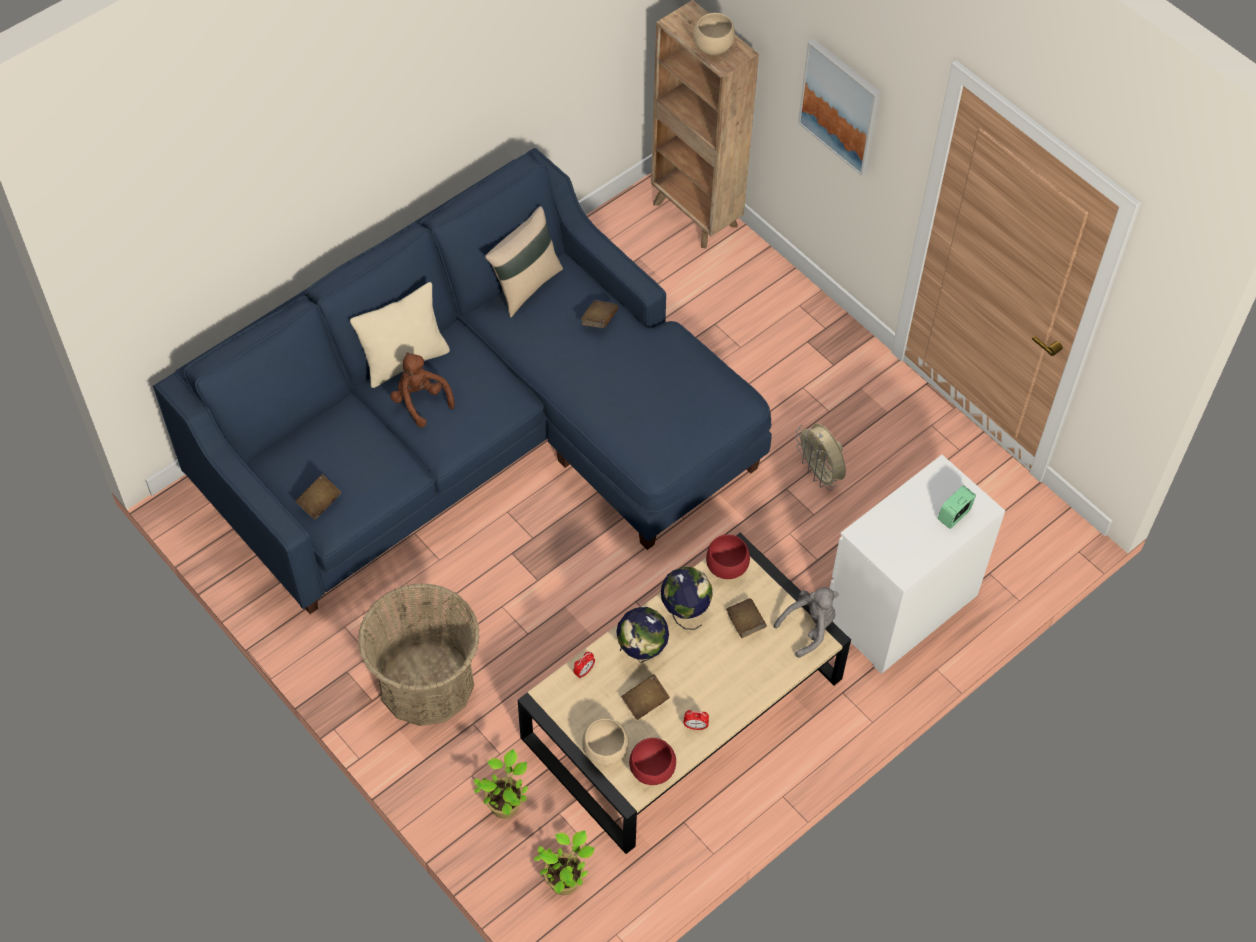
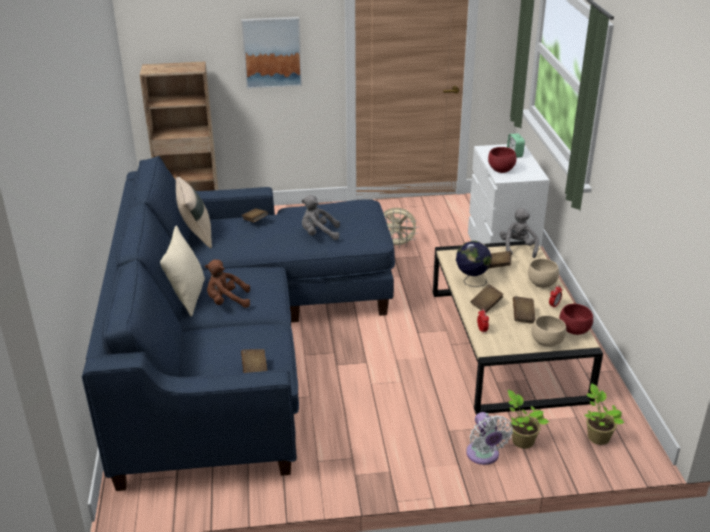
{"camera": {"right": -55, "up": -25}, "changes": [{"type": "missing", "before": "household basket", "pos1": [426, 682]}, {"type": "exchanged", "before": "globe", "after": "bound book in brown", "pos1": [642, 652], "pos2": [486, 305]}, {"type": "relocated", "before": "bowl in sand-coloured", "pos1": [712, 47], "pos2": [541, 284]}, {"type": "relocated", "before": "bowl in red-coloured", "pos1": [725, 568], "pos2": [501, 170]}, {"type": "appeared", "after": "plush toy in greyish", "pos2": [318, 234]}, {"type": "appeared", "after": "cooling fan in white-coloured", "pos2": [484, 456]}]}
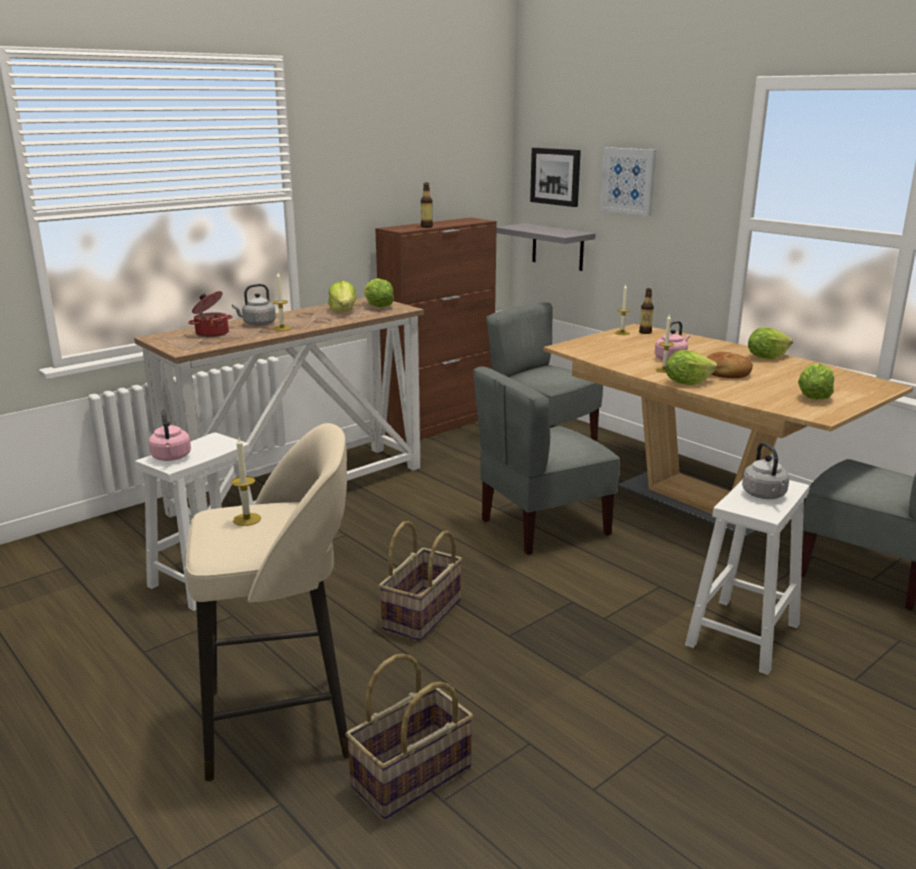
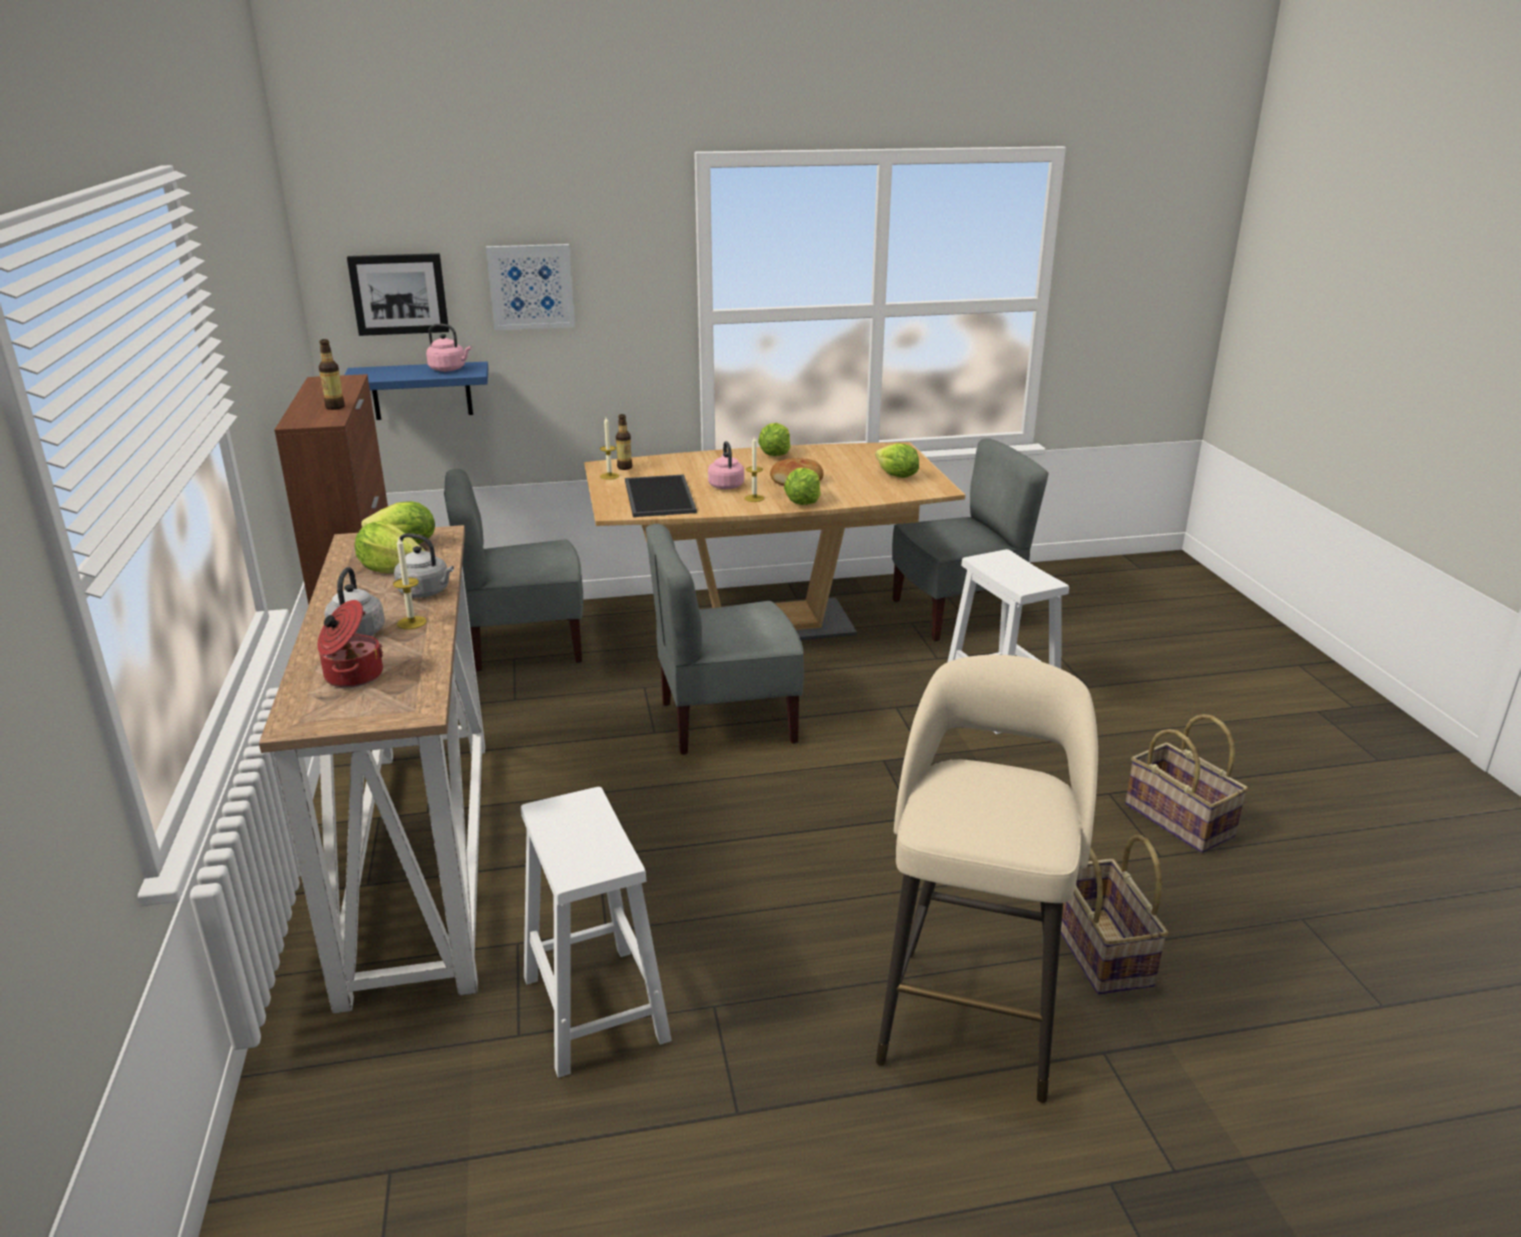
{"camera": {"right": -60, "up": 5}, "changes": [{"type": "relocated", "before": "tea kettle in pinkish", "pos1": [171, 458], "pos2": [449, 369]}, {"type": "missing", "before": "wax candle", "pos1": [247, 519]}, {"type": "relocated", "before": "household basket", "pos1": [423, 615], "pos2": [1180, 820]}, {"type": "spun", "before": "plain chair in greyish", "pos1": [543, 527], "pos2": [726, 721], "turn": 75}, {"type": "colour", "before": "wall shelf in greyish", "after": "wall shelf in blue", "pos1": [557, 247], "pos2": [421, 391]}, {"type": "relocated", "before": "tea kettle in greyish", "pos1": [765, 495], "pos2": [426, 592]}, {"type": "appeared", "after": "carrying tray", "pos2": [657, 496]}]}
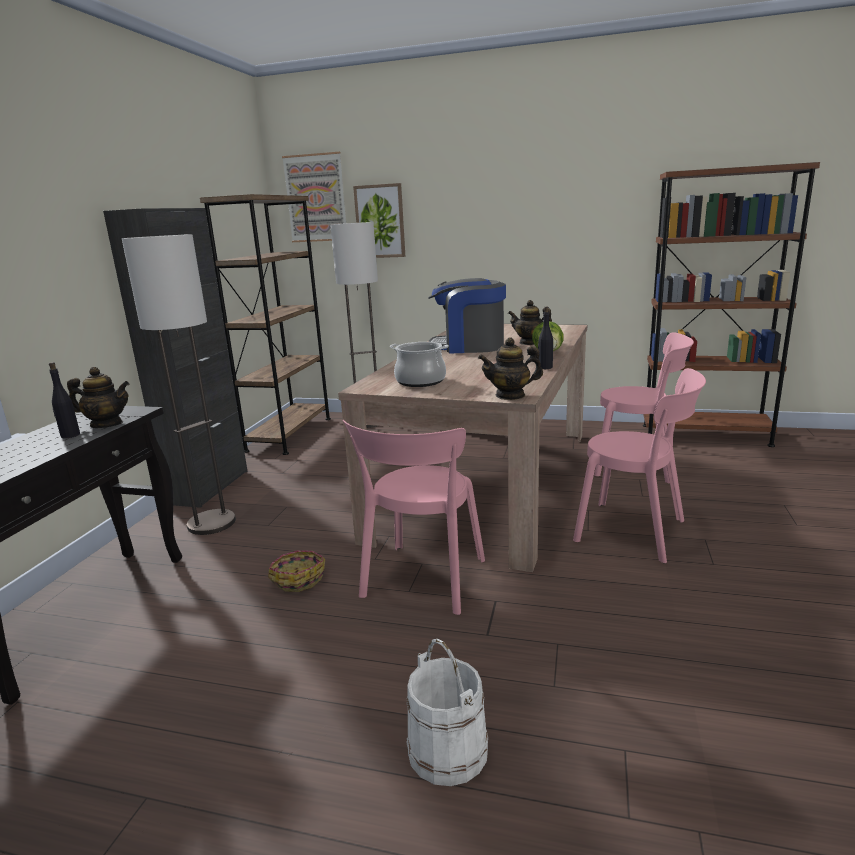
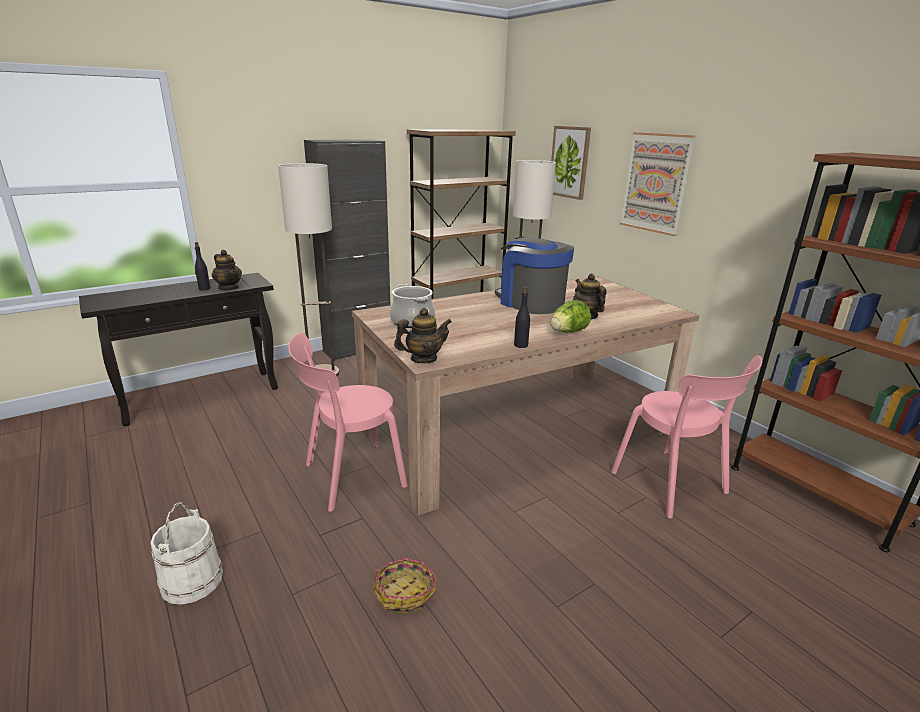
{"camera": {"right": 40, "up": 5}, "changes": [{"type": "relocated", "before": "household basket", "pos1": [298, 578], "pos2": [405, 593]}, {"type": "relocated", "before": "wall picture", "pos1": [316, 198], "pos2": [655, 183]}, {"type": "spun", "before": "tea pot", "pos1": [510, 395], "pos2": [423, 359], "turn": 120}, {"type": "missing", "before": "plain chair in pinkish", "pos1": [636, 532]}]}
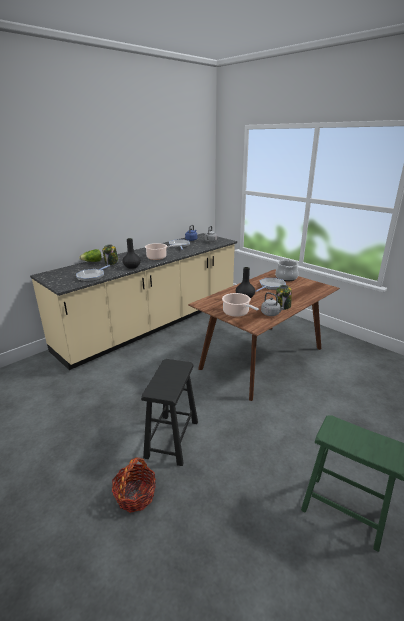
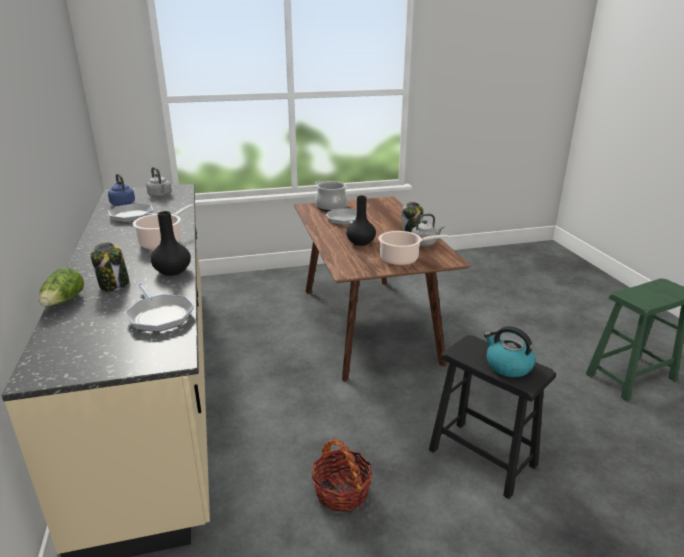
{"camera": {"right": -60, "up": 0}, "changes": [{"type": "relocated", "before": "household basket", "pos1": [135, 495], "pos2": [341, 491]}, {"type": "appeared", "after": "tea kettle", "pos2": [507, 366]}]}
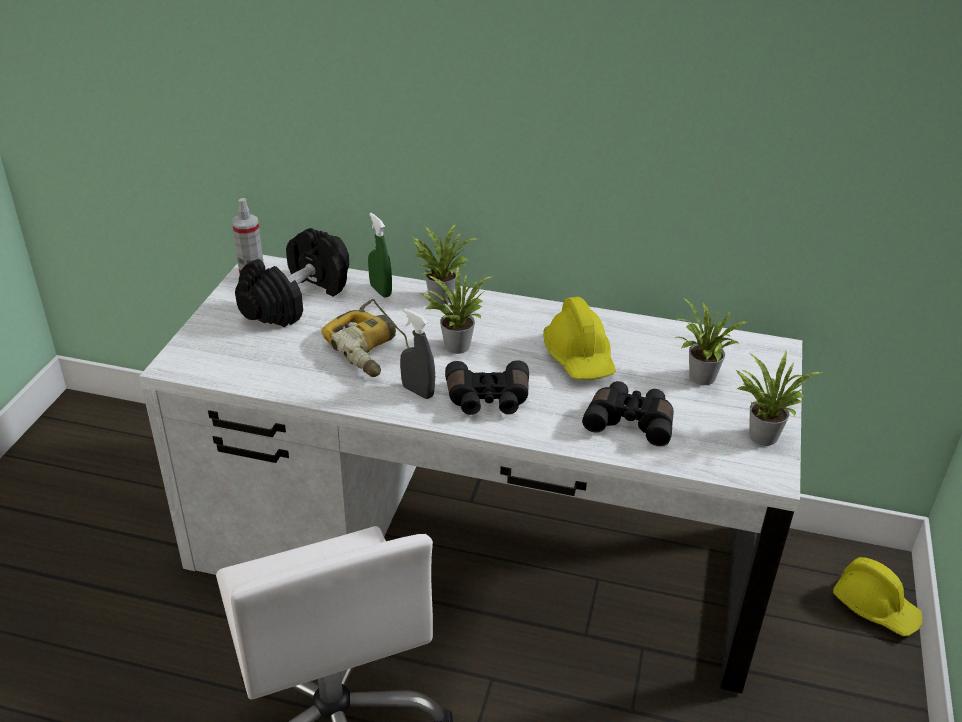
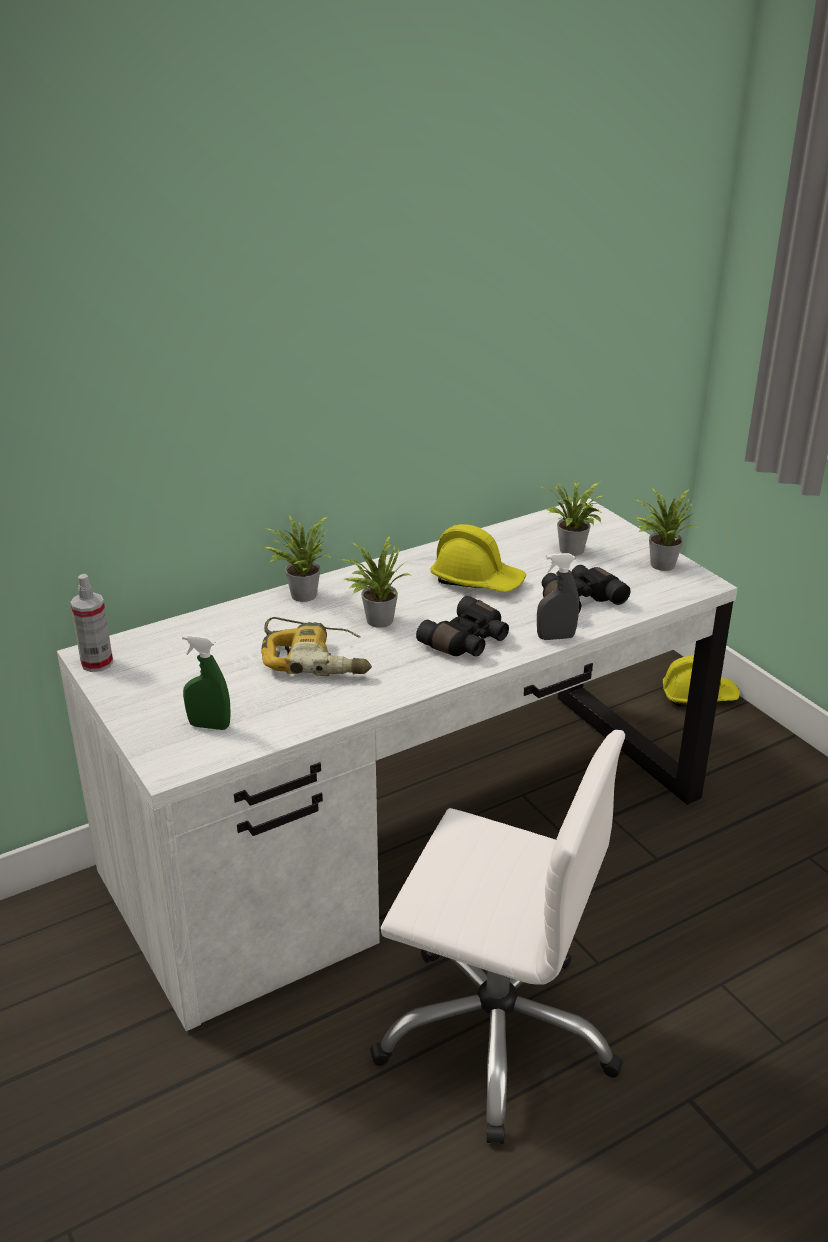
{"camera": {"right": -45, "up": -5}, "changes": [{"type": "missing", "before": "dumbbell in blackish", "pos1": [296, 300]}, {"type": "relocated", "before": "sprayer in greenish", "pos1": [380, 290], "pos2": [209, 726]}, {"type": "relocated", "before": "sprayer in greyish", "pos1": [418, 391], "pos2": [556, 637]}]}
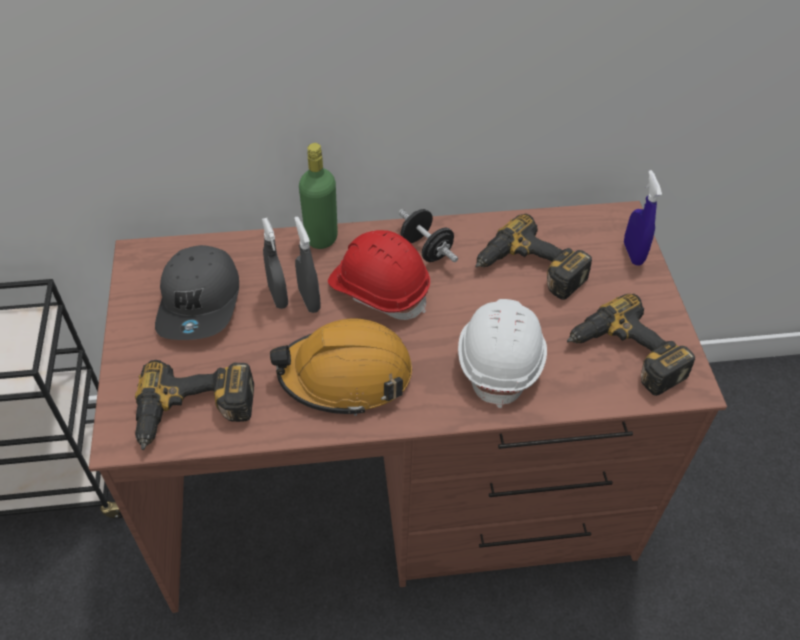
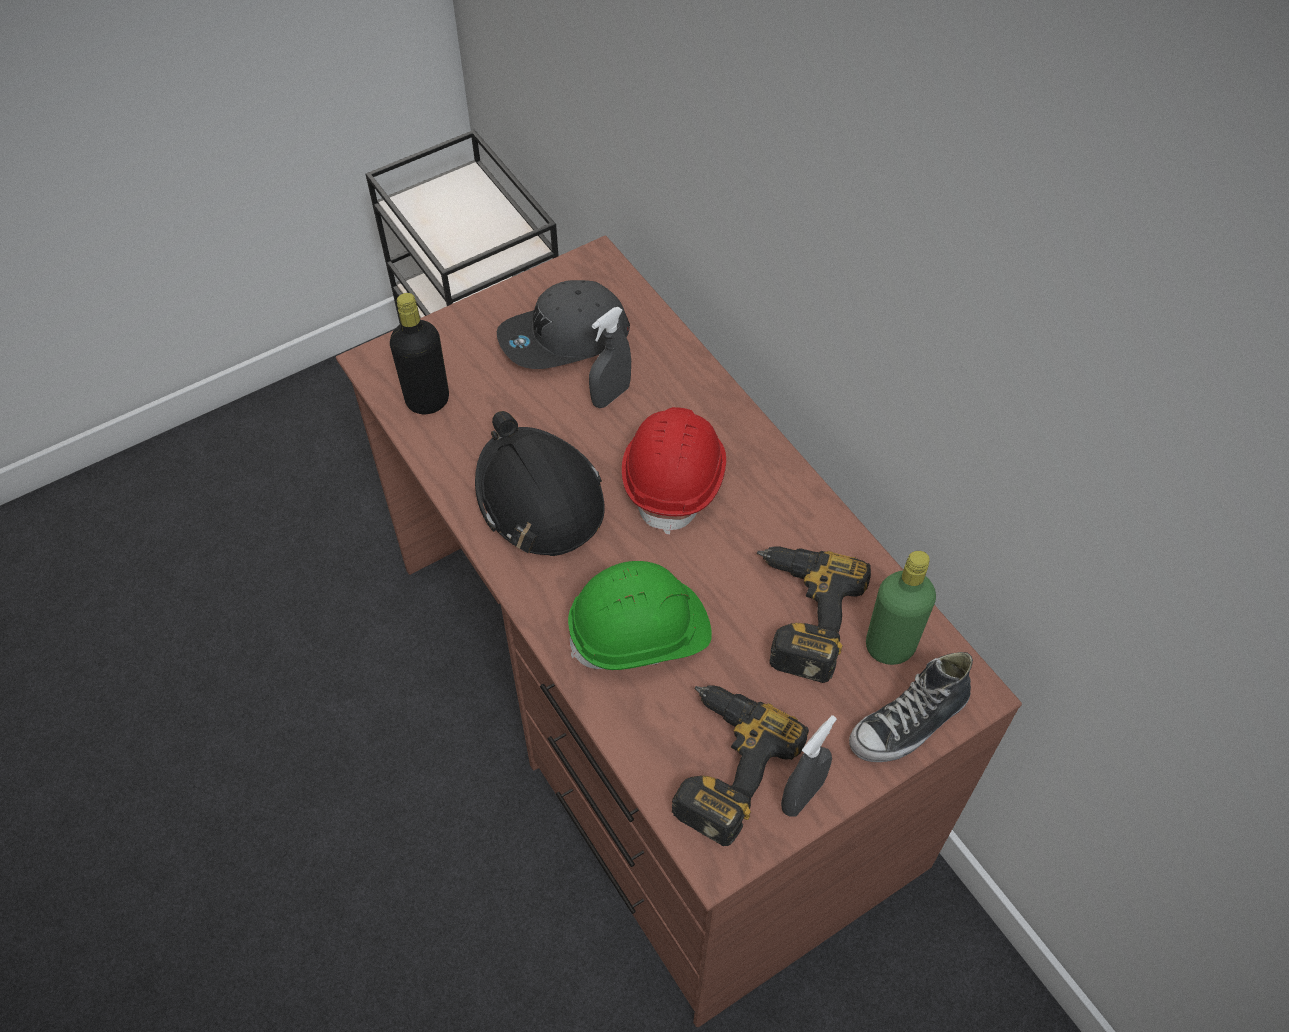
{"camera": {"right": 65, "up": 5}, "changes": [{"type": "exchanged", "before": "power drill", "after": "bottle in blackish", "pos1": [194, 415], "pos2": [427, 400]}, {"type": "colour", "before": "safety helmet in orange", "after": "safety helmet in blackish", "pos1": [346, 375], "pos2": [539, 499]}, {"type": "relocated", "before": "sprayer in greyish", "pos1": [309, 300], "pos2": [802, 795]}, {"type": "relocated", "before": "bottle in greenish", "pos1": [321, 238], "pos2": [890, 646]}, {"type": "missing", "before": "dumbbell in blackish", "pos1": [426, 249]}, {"type": "colour", "before": "safety helmet in white-coloured", "after": "safety helmet in greenish", "pos1": [500, 360], "pos2": [640, 634]}, {"type": "exchanged", "before": "sprayer in blue", "after": "item of footwear", "pos1": [633, 253], "pos2": [909, 723]}]}
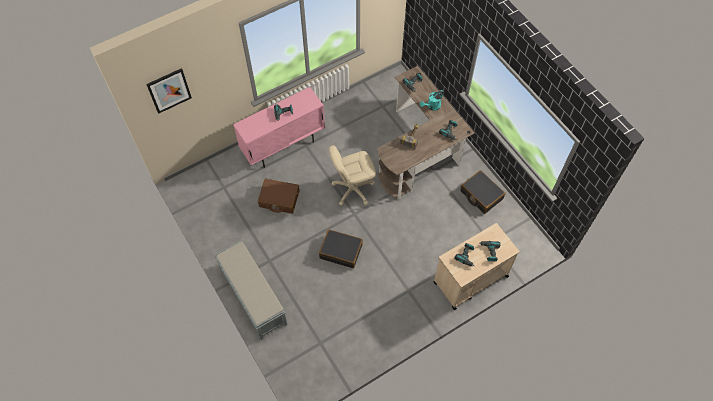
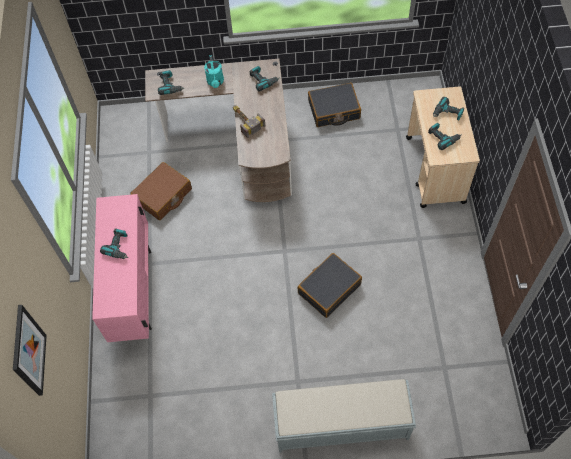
{"camera": {"right": -60, "up": 0}, "changes": [{"type": "relocated", "before": "suitcase in brown", "pos1": [279, 199], "pos2": [163, 196]}, {"type": "missing", "before": "computer chair in sand-coloured", "pos1": [353, 189]}]}
